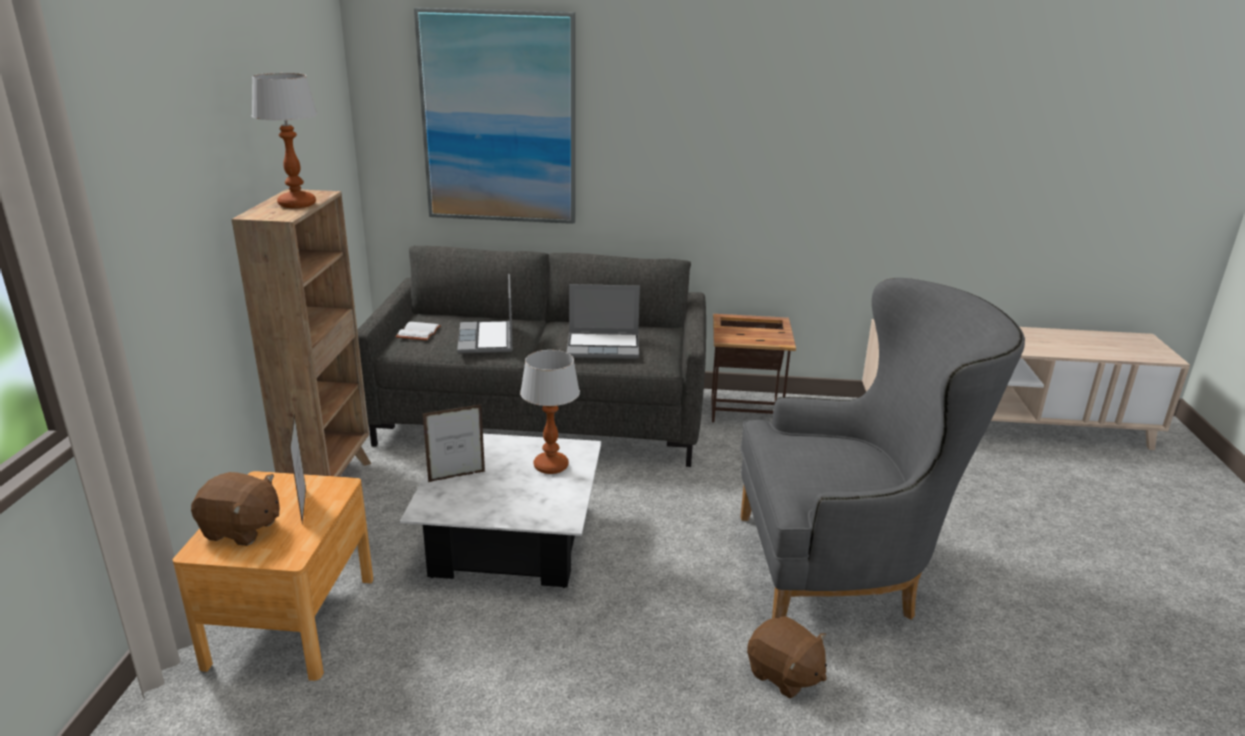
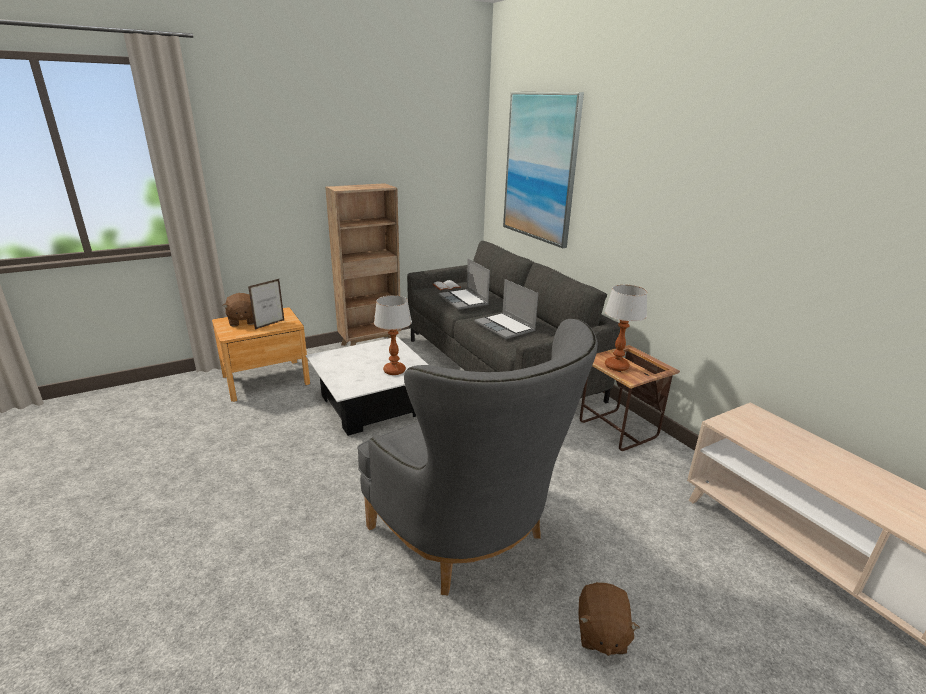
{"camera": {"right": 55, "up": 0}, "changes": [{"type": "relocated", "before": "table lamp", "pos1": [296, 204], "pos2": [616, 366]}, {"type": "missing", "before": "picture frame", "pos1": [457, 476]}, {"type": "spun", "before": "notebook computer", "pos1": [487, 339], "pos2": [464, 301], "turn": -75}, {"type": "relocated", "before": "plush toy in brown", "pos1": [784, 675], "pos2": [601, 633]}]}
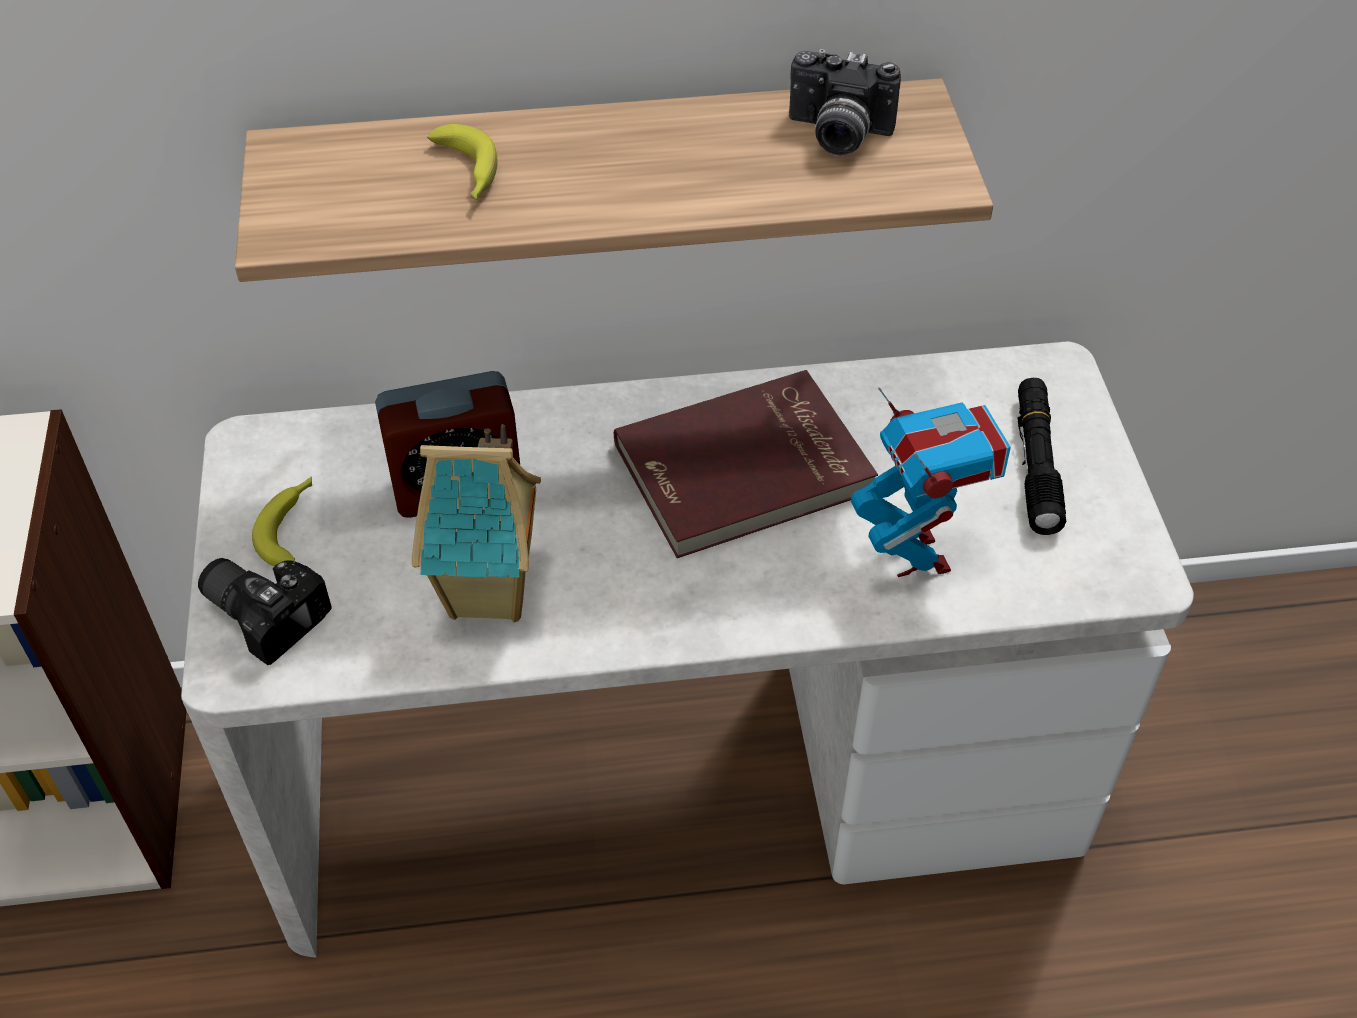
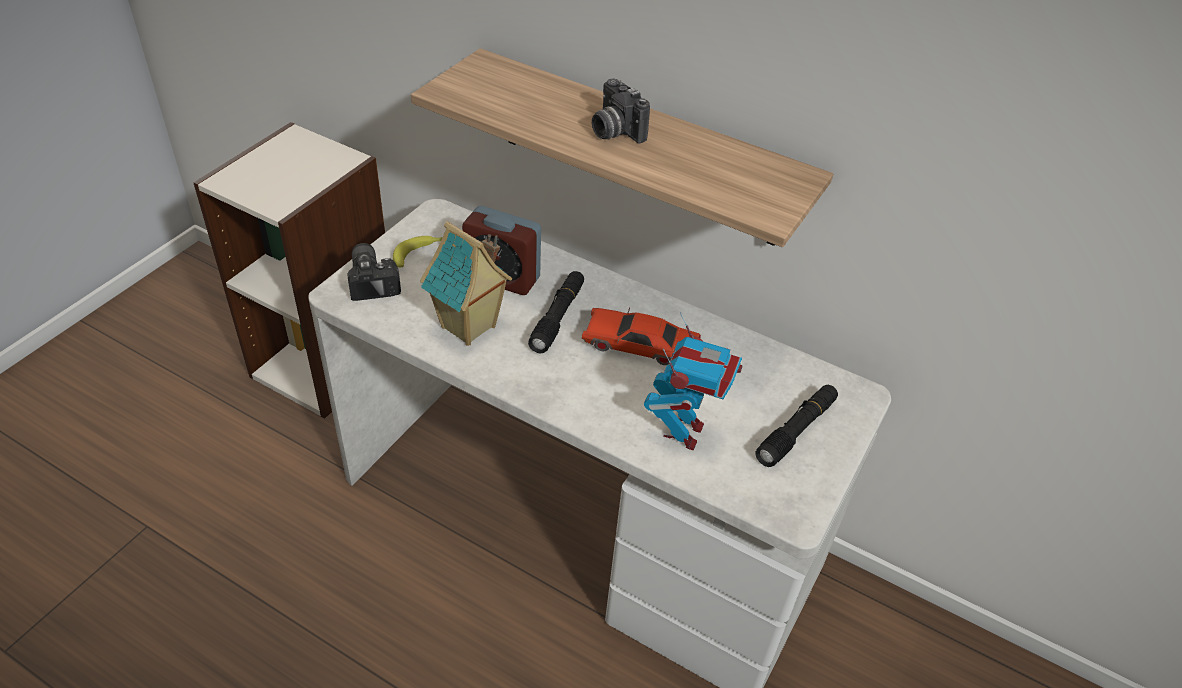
{"camera": {"right": 35, "up": -5}, "changes": [{"type": "missing", "before": "banana", "pos1": [467, 174]}, {"type": "exchanged", "before": "bound book in red-coloured", "after": "model car in red-coloured", "pos1": [745, 471], "pos2": [640, 346]}, {"type": "relocated", "before": "photo camera", "pos1": [837, 135], "pos2": [614, 131]}, {"type": "appeared", "after": "flashlight in blackish", "pos2": [558, 317]}]}
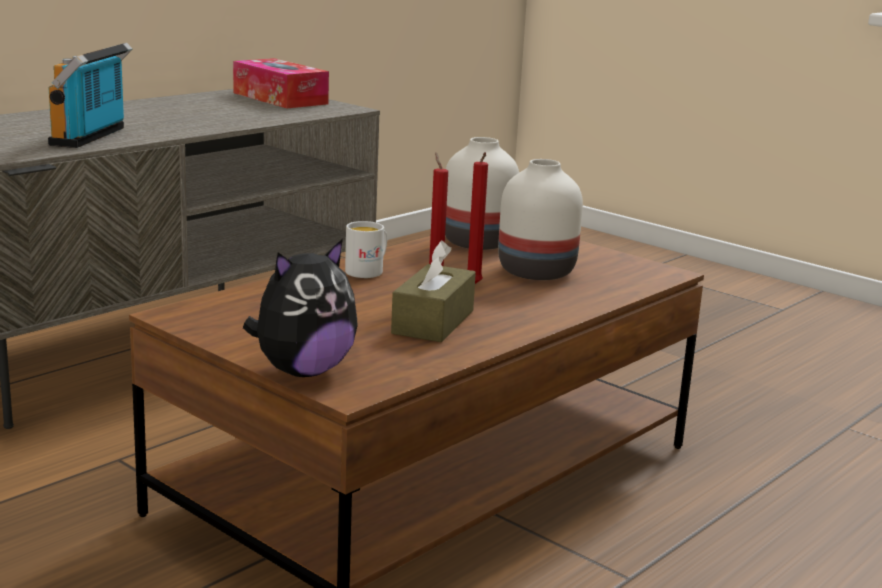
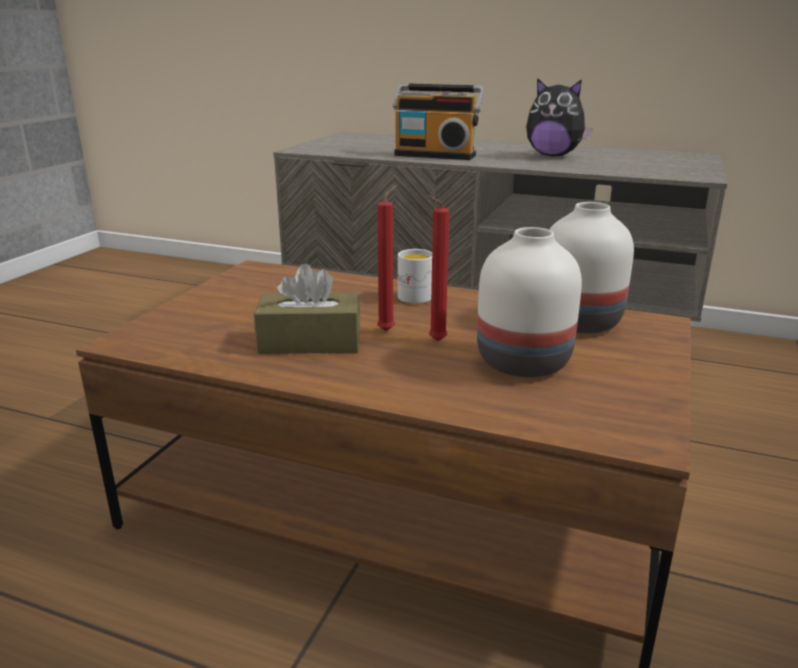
{"camera": {"right": 70, "up": 5}, "changes": [{"type": "spun", "before": "radio", "pos1": [93, 137], "pos2": [436, 155], "turn": -150}, {"type": "missing", "before": "tissue holder", "pos1": [280, 98]}, {"type": "relocated", "before": "plush toy", "pos1": [303, 371], "pos2": [553, 155]}]}
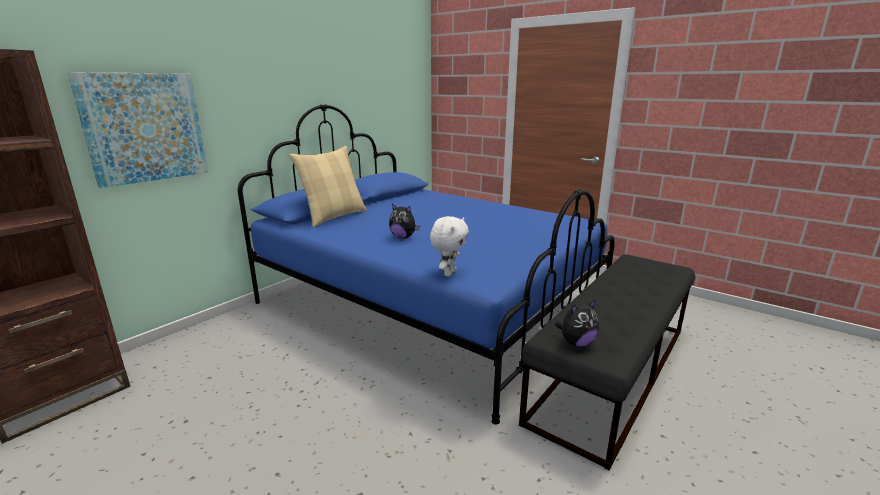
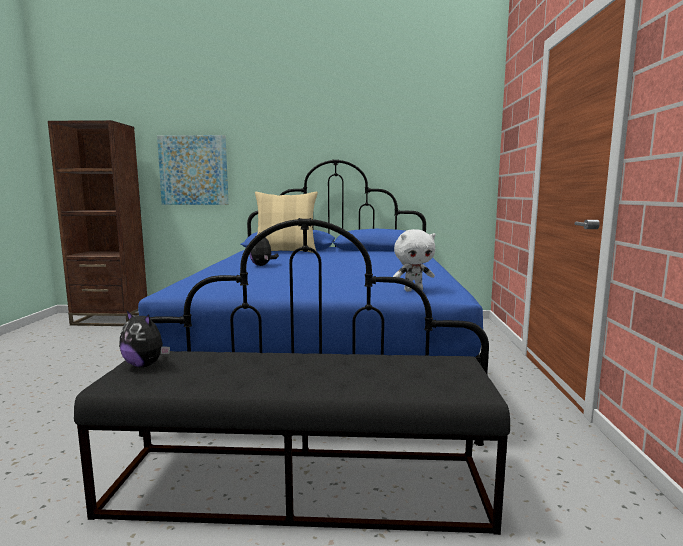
{"camera": {"right": 55, "up": -10}, "changes": [{"type": "relocated", "before": "plush toy in white-coloured", "pos1": [449, 273], "pos2": [413, 290]}]}
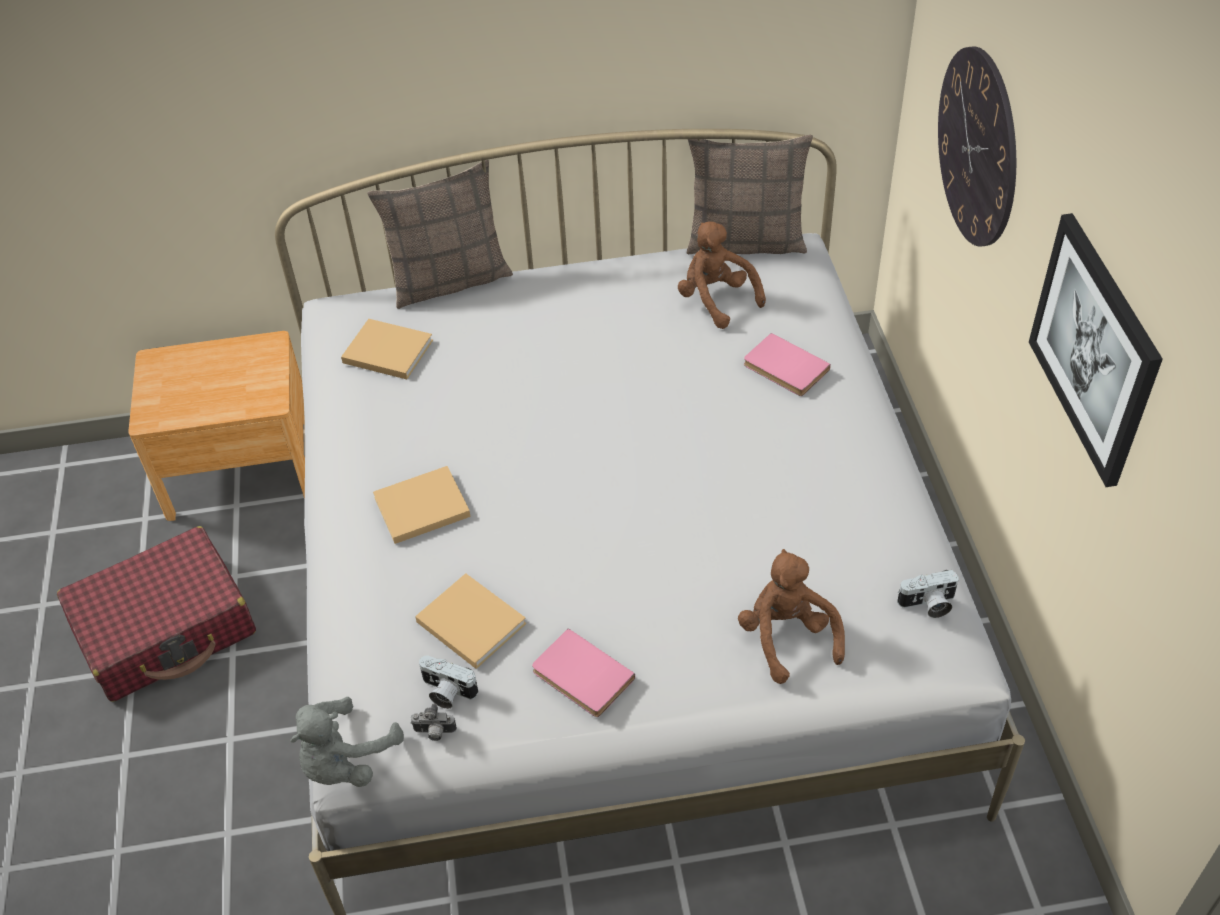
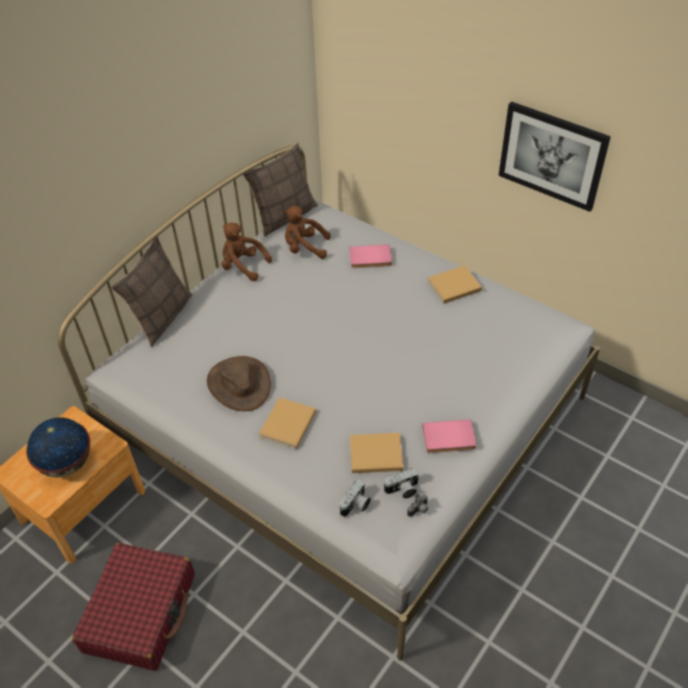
{"camera": {"right": -45, "up": 0}, "changes": [{"type": "missing", "before": "plush toy in greyish", "pos1": [346, 762]}, {"type": "relocated", "before": "bound book in sand-coloured", "pos1": [385, 351], "pos2": [452, 286]}, {"type": "relocated", "before": "plush toy in brown", "pos1": [787, 637], "pos2": [243, 266]}, {"type": "relocated", "before": "photo camera", "pos1": [928, 605], "pos2": [356, 505]}, {"type": "missing", "before": "hanging clock", "pos1": [977, 147]}, {"type": "appeared", "after": "globe", "pos2": [66, 464]}, {"type": "appeared", "after": "wearable hat in brown", "pos2": [239, 384]}]}
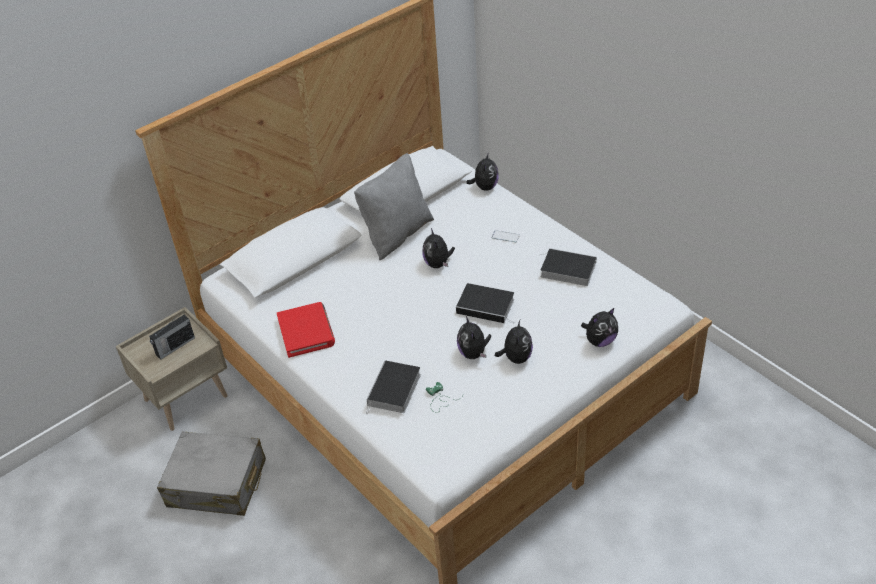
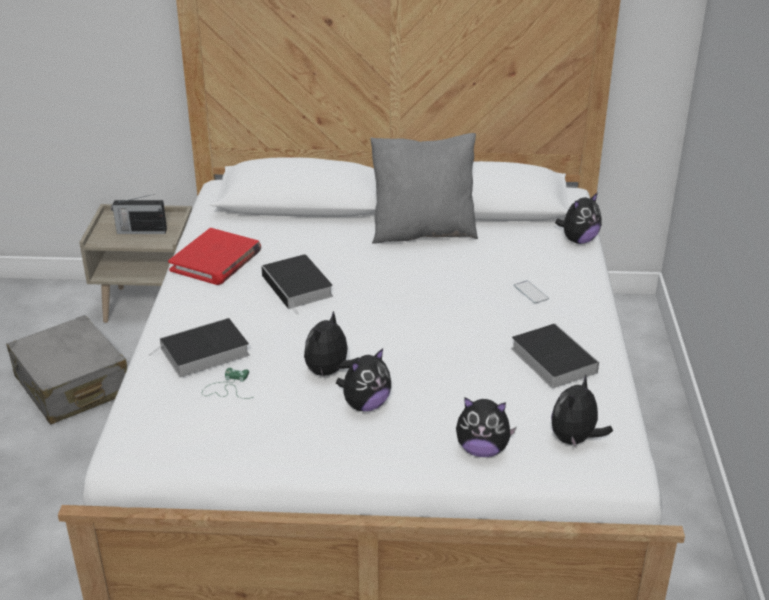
{"camera": {"right": 40, "up": -10}, "changes": [{"type": "relocated", "before": "plush toy", "pos1": [438, 264], "pos2": [575, 439]}, {"type": "relocated", "before": "bound book", "pos1": [487, 306], "pos2": [298, 287]}]}
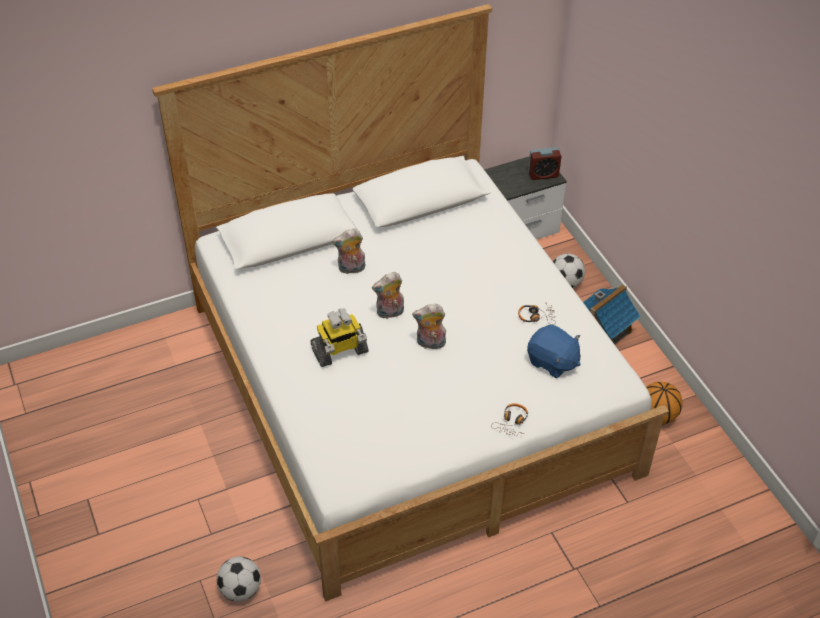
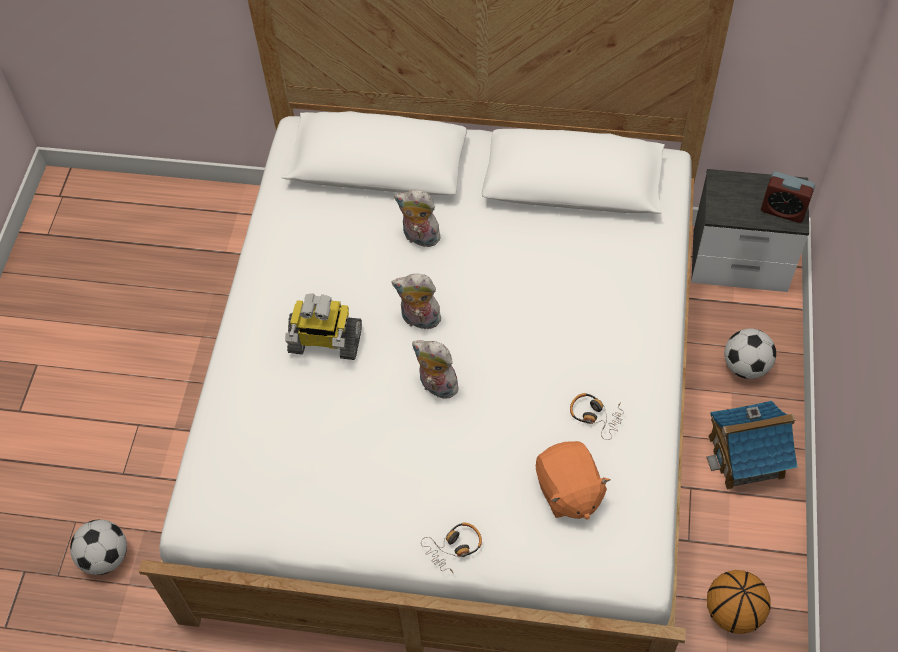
{"camera": {"right": 35, "up": 10}, "changes": [{"type": "colour", "before": "plush toy in blue", "after": "plush toy in orange", "pos1": [552, 362], "pos2": [568, 491]}]}
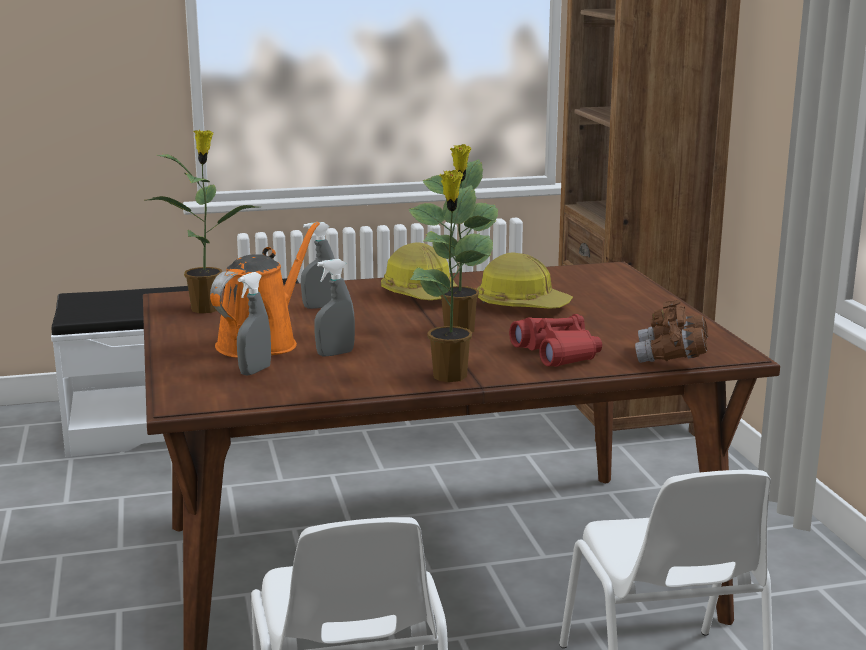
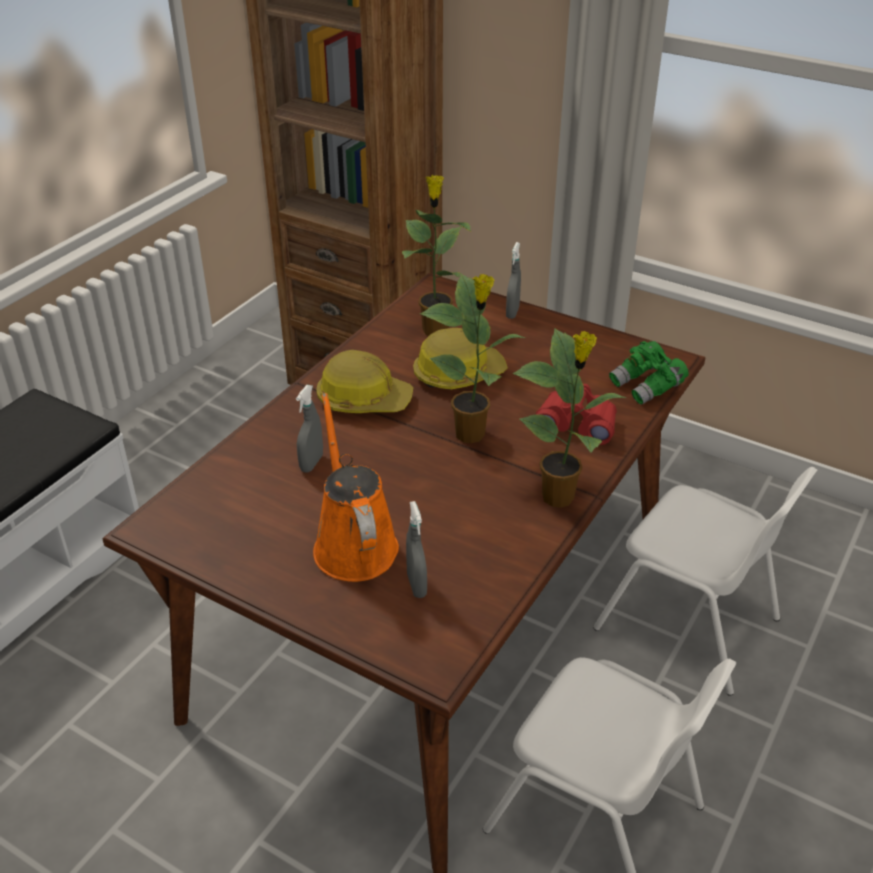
{"camera": {"right": -45, "up": 20}, "changes": [{"type": "relocated", "before": "houseplant", "pos1": [207, 308], "pos2": [435, 328]}, {"type": "relocated", "before": "sprayer in greyish", "pos1": [335, 353], "pos2": [512, 313]}, {"type": "colour", "before": "binoculars in brown", "after": "binoculars in greenish", "pos1": [671, 358], "pos2": [647, 386]}]}
